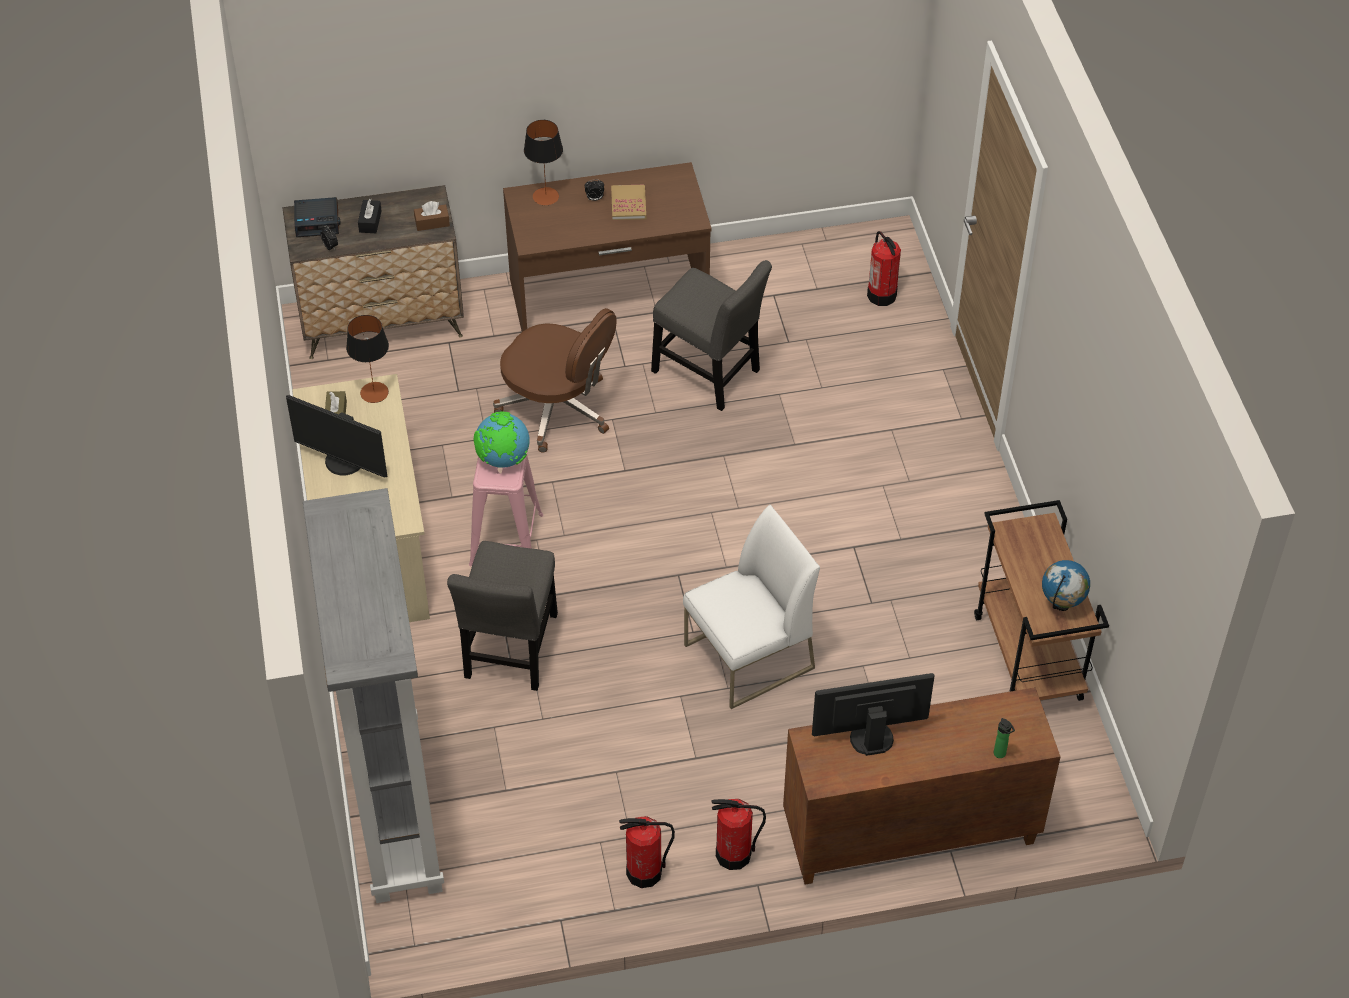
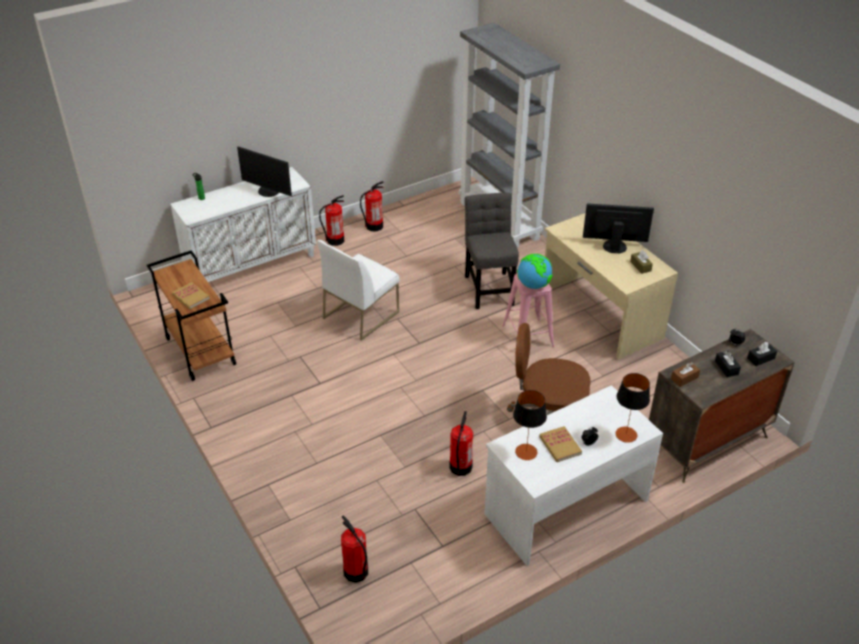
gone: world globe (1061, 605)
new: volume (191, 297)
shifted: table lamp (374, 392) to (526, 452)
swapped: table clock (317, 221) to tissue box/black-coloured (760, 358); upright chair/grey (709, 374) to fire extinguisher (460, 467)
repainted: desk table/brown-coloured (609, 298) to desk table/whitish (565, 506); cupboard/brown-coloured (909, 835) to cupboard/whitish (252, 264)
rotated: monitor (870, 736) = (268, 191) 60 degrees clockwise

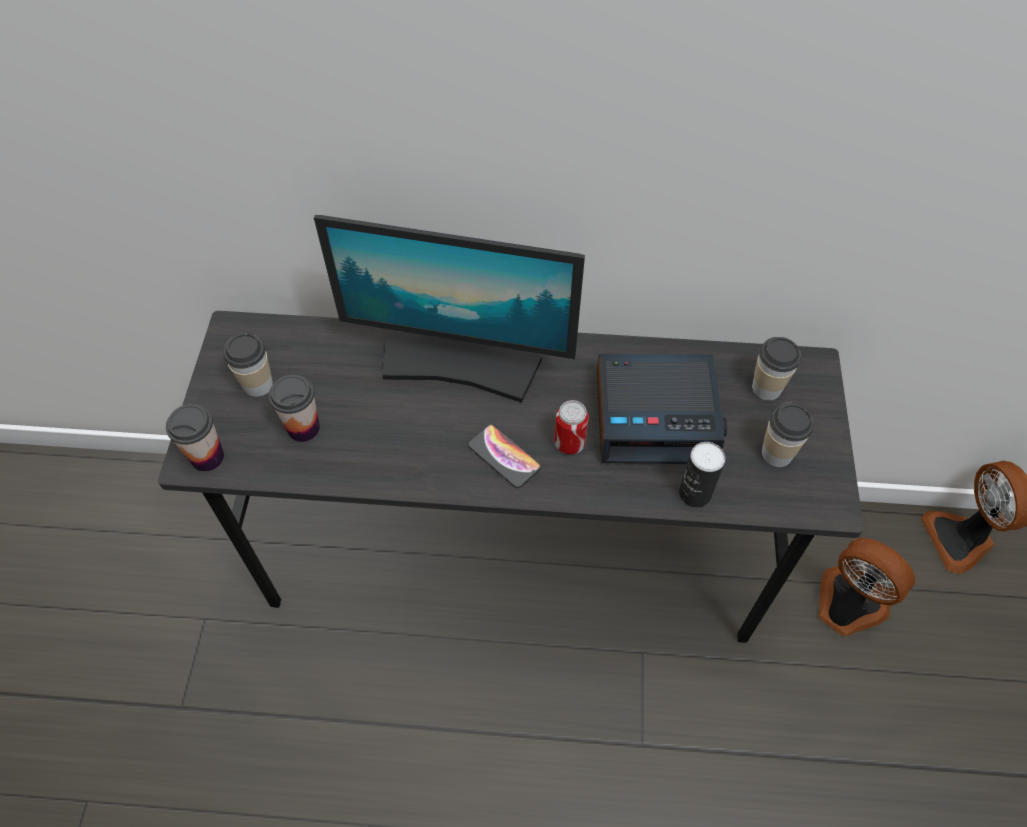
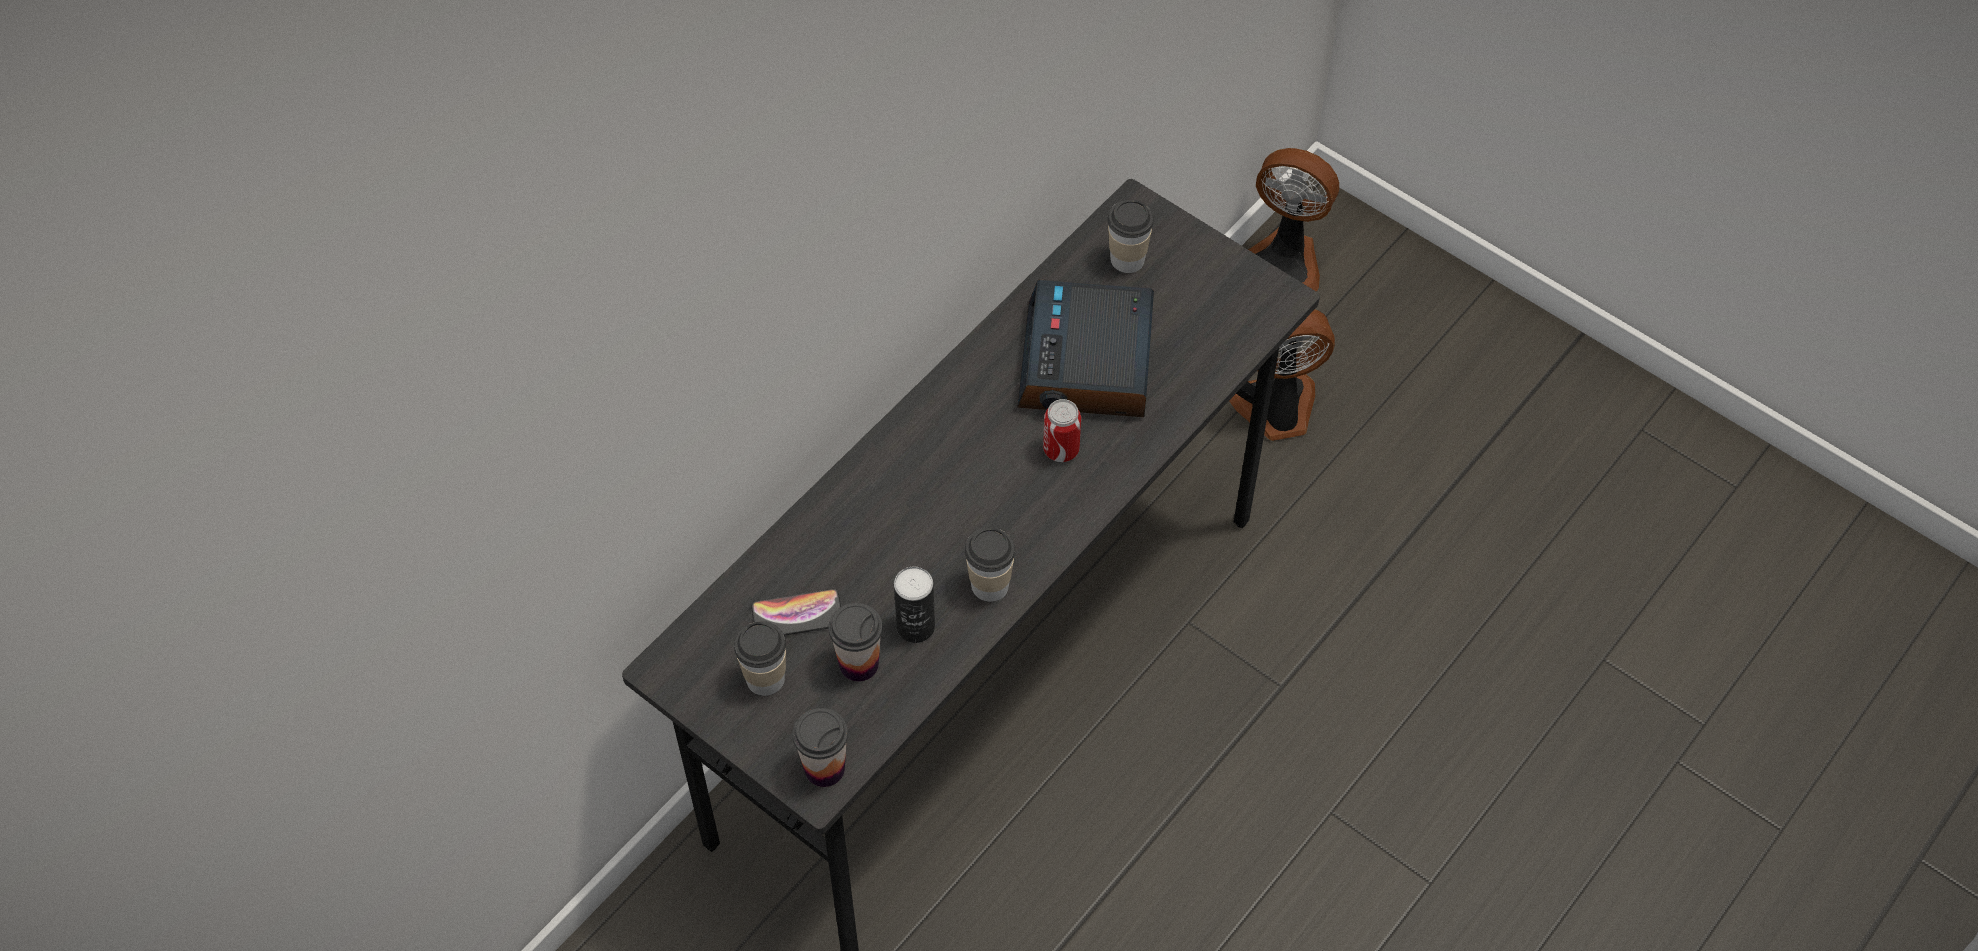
gone: monitor (460, 362)
shifted: small cup (777, 453) to (989, 585); phone (504, 456) to (797, 615); sealed can (695, 493) to (915, 627)
rotated: table clock (656, 416) = (1088, 363) 150 degrees clockwise

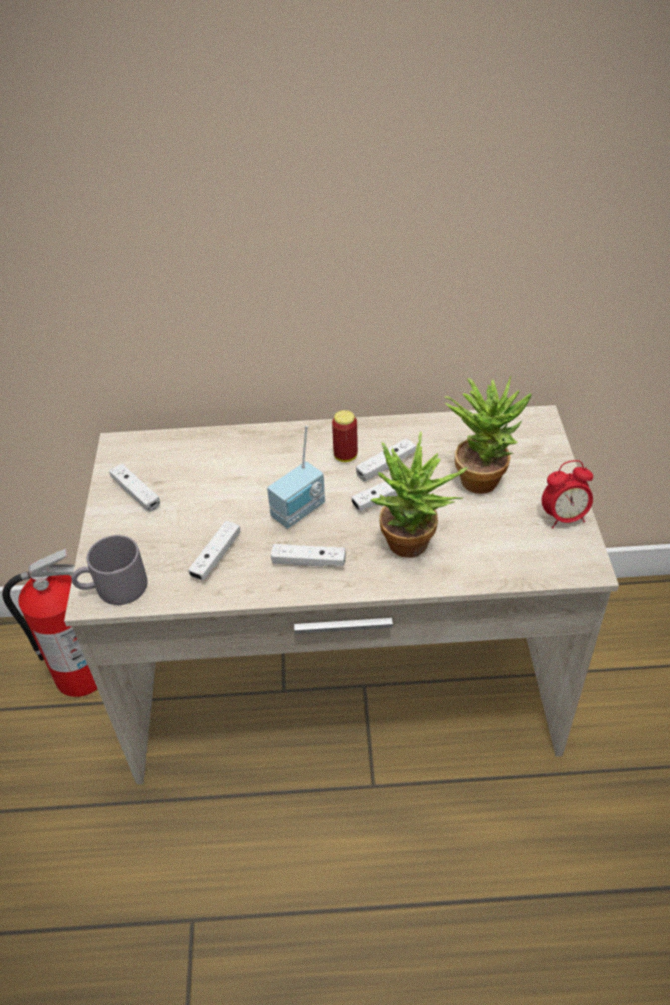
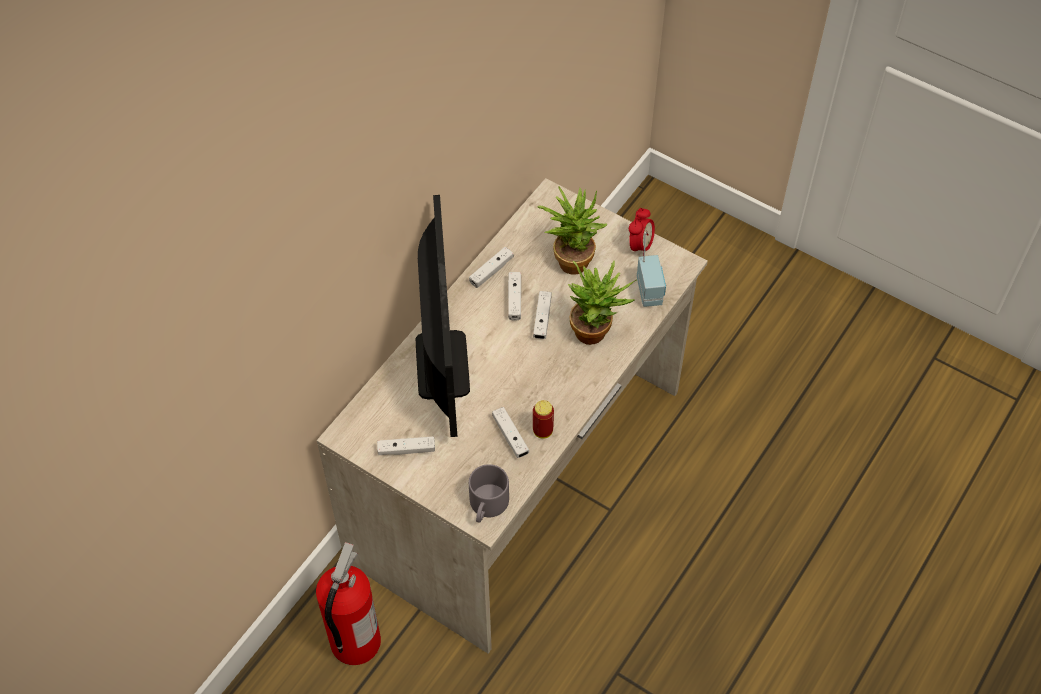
new: monitor (442, 364)
shifted: sealed can (345, 456) to (542, 431); radio (300, 512) to (650, 291); joypad/whitish (308, 562) to (491, 271)

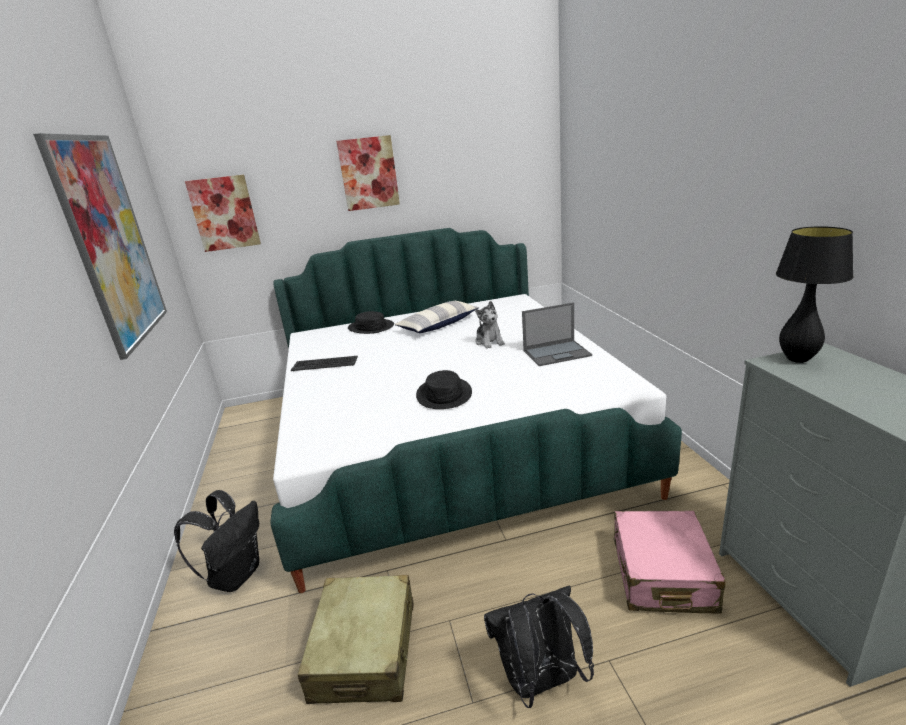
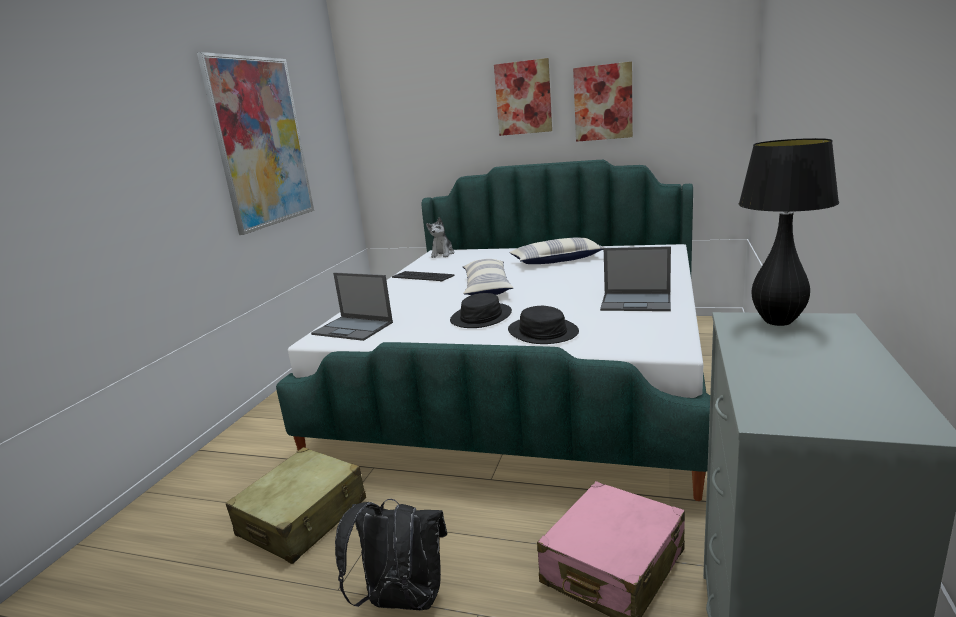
gone: backpack/black-coloured (236, 575)
new: pillow (486, 287); laptop (353, 328)
shifted: wall picture (224, 213) to (603, 102); cuddly toy (489, 342) to (442, 254); hat/black-coloured (371, 327) to (542, 332)

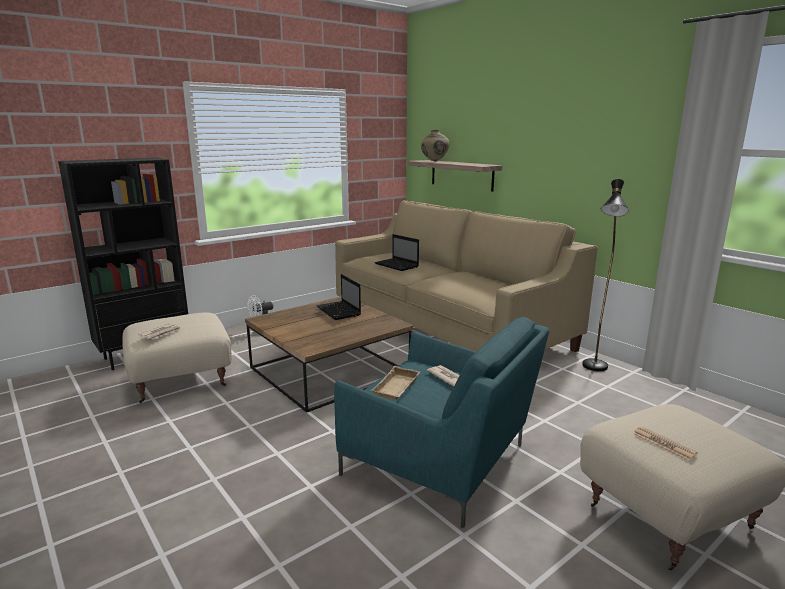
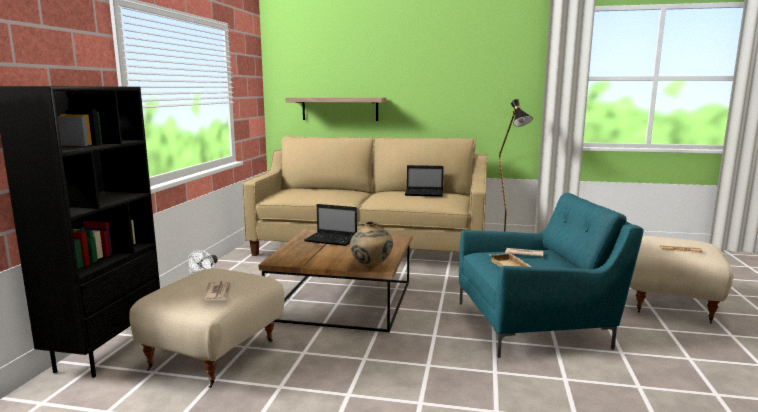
shifted: vase/beige (434, 161) to (371, 267); laptop (397, 265) to (425, 194)

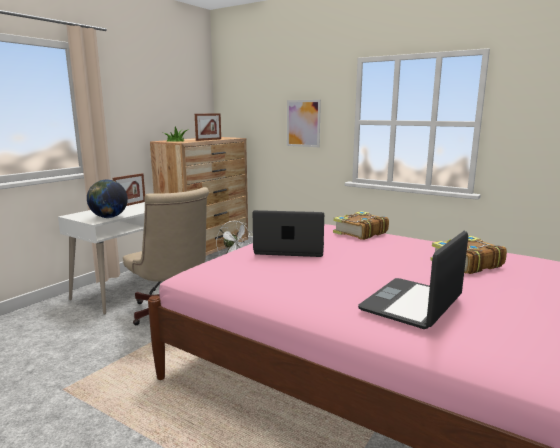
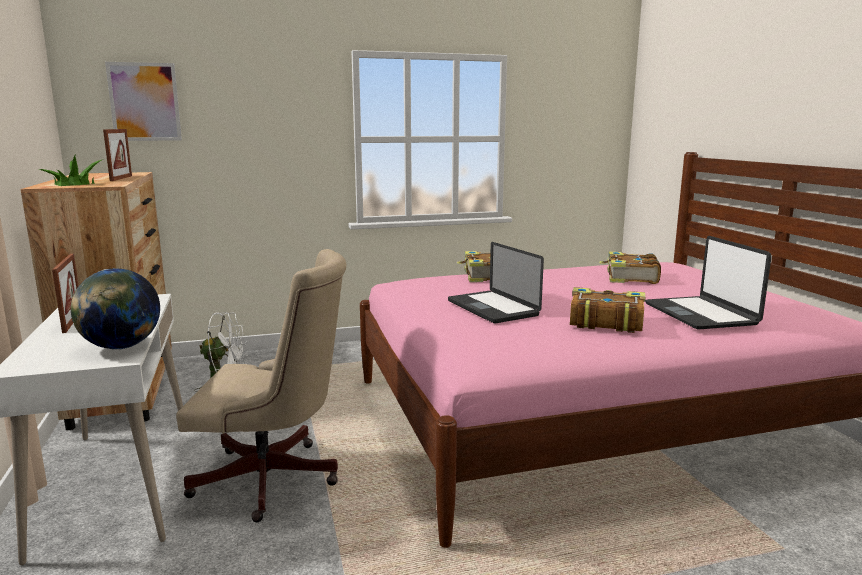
new: volume (605, 321)
shifted: wall picture (303, 123) to (144, 102)
rotated: laptop (289, 250) = (492, 308) 75 degrees counterclockwise

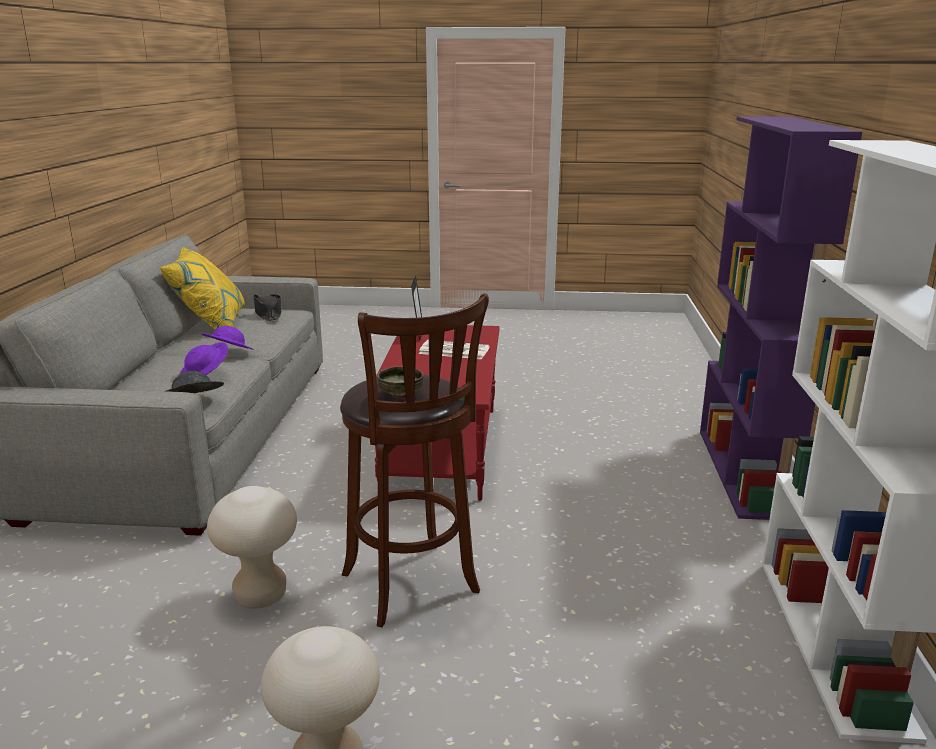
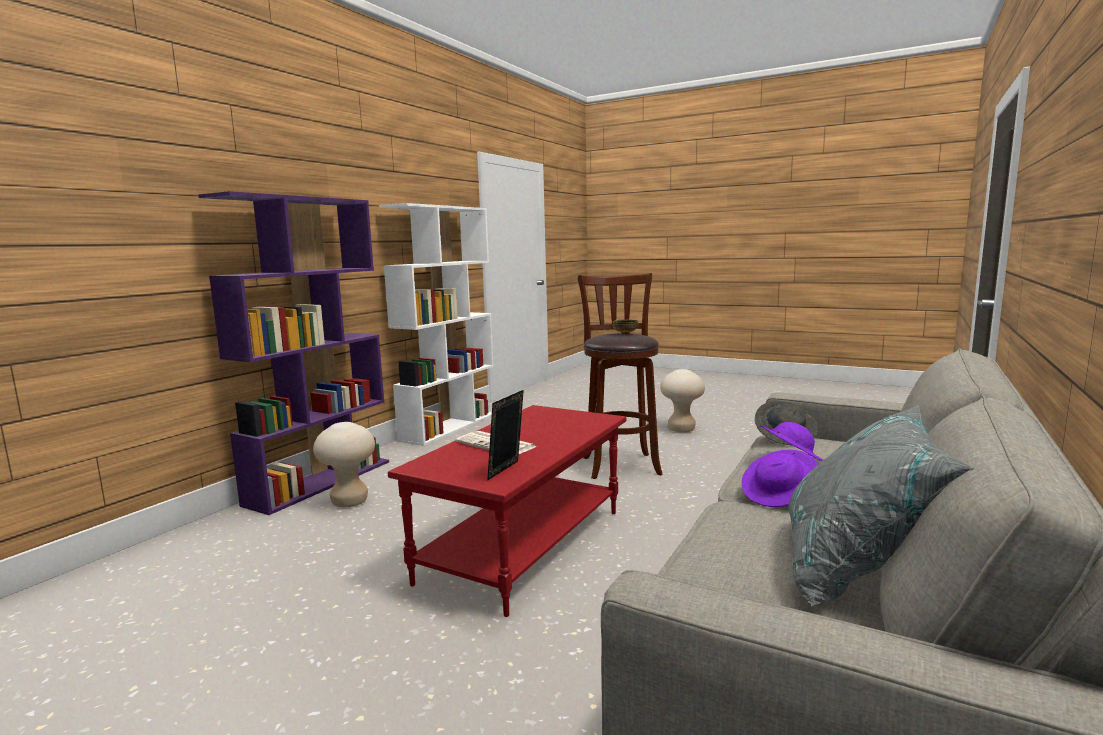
gone: hat/black-coloured (268, 314)
shifted: stool/beige (260, 596) to (349, 502)
repainted: pillow/yellowish (210, 323) to pillow/grey (856, 568)

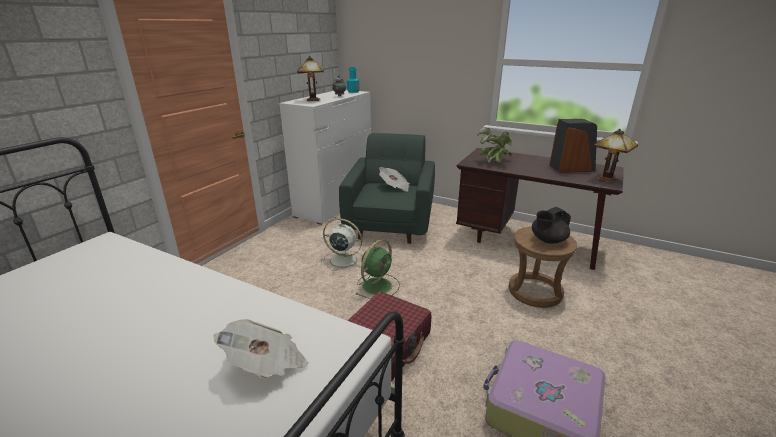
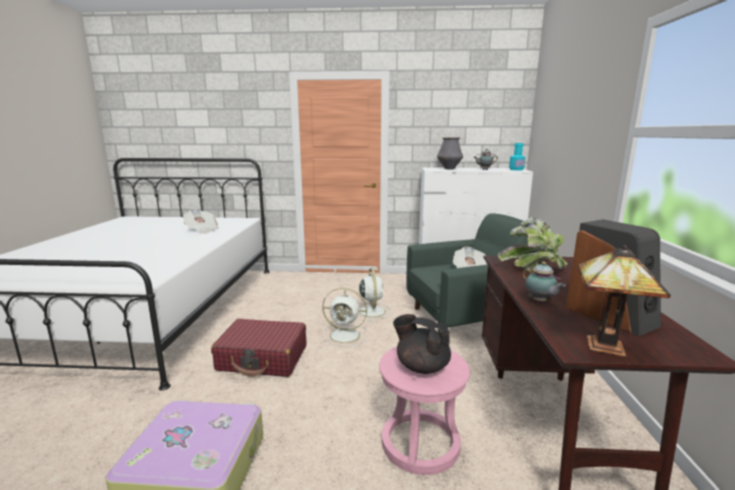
new: pot for tea (540, 302)
shifted: daily paper (266, 364) to (202, 230)
swapped: table lamp (313, 100) to vase (449, 169)
repainted: stool/brown-coloured (534, 291) to stool/pink (420, 443); fan/green (378, 285) to fan/whitish (346, 335)

